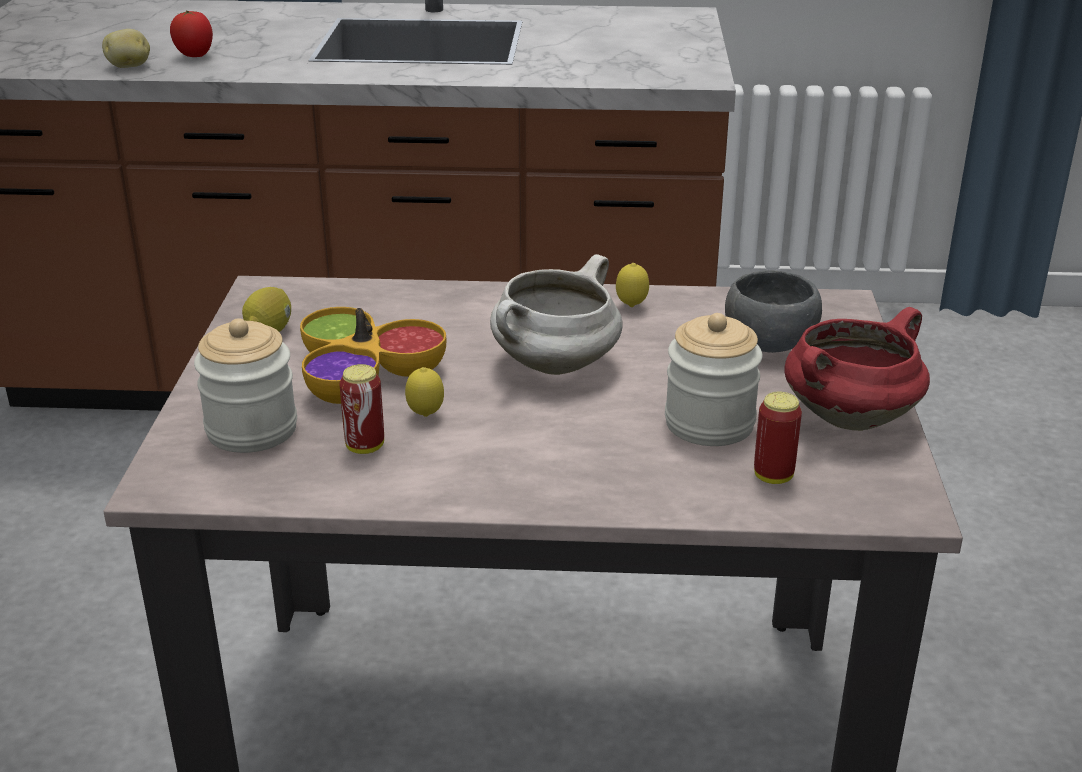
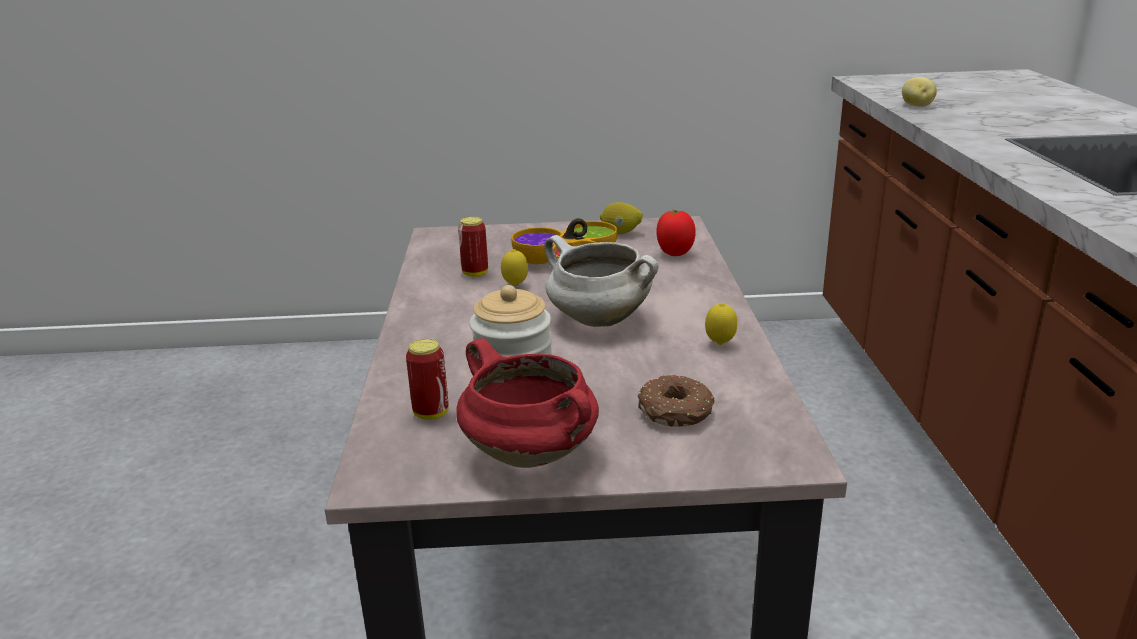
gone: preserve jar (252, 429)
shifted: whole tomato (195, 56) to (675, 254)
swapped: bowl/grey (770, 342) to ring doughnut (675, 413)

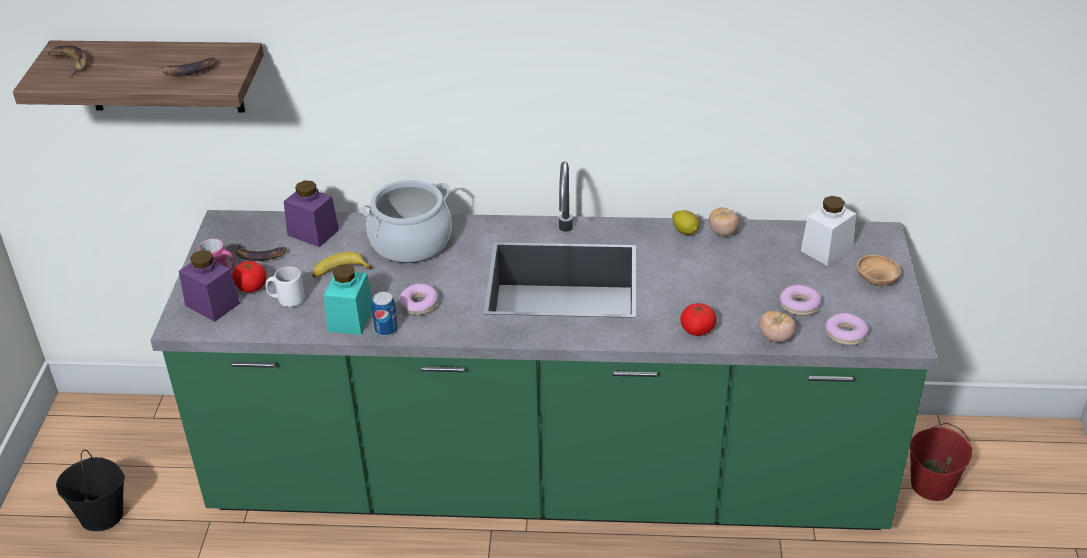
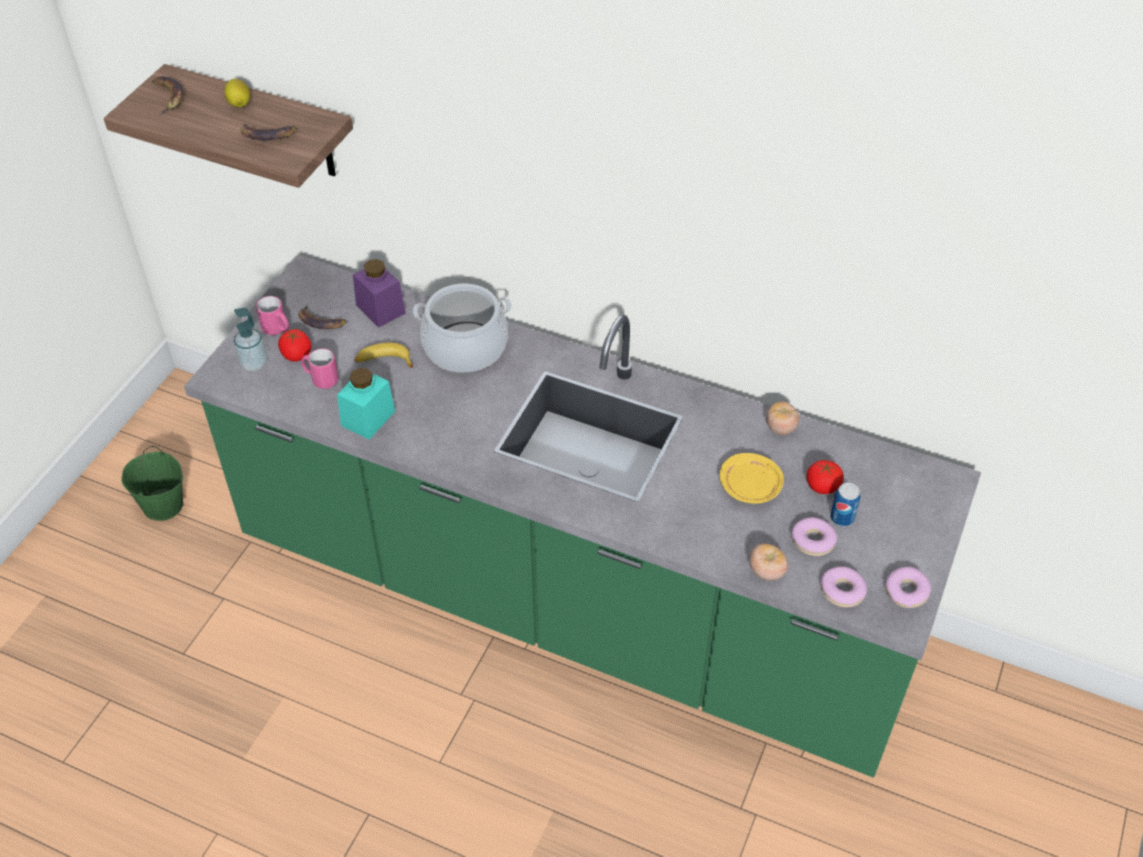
gone: preserve jar/whitish (826, 249); bowl/brown-coloured (876, 279); water bucket/red (931, 484)
new: plate/yellowish (750, 486)
shifted: lemon (685, 231) to (239, 103); ring doughnut (419, 304) to (906, 592); sealed can (386, 329) to (842, 518); whole tomato (697, 330) to (822, 486)
swapped: preserve jar/purple-coloured (212, 304) to liquid soap bottle (254, 363)
repainted: coffee mug/whitish (286, 300) to coffee mug/pink (321, 379); water bucket/black-coloured (102, 515) to water bucket/green (164, 505)

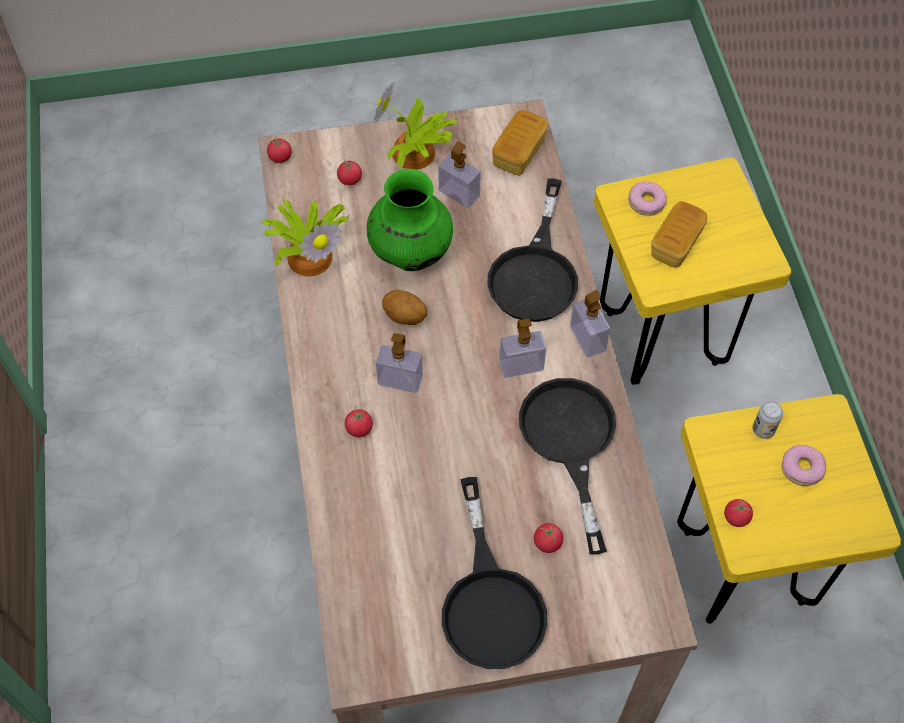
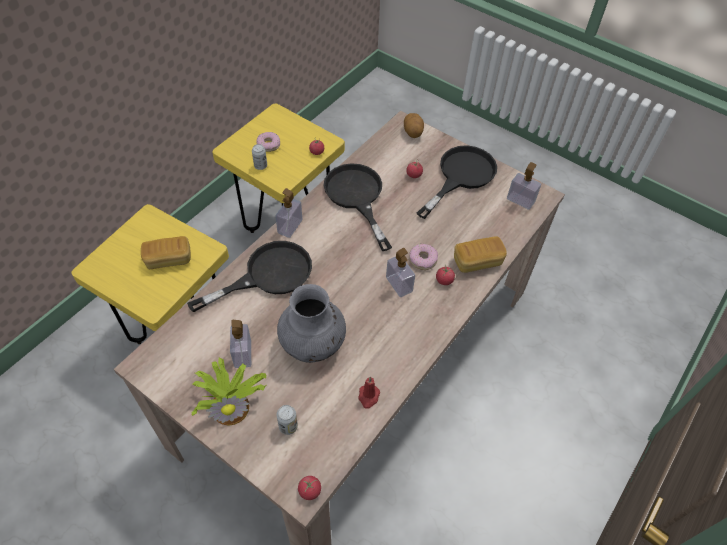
shifted: baked bread (519, 153) to (477, 261); ring doughnut (646, 202) to (423, 259); whole potato (404, 317) to (413, 133); liquid soap bottle (521, 365) to (520, 200)
swapped: whole tomato (350, 179) to sealed can (288, 426); potted plant (310, 255) to wax light/red (368, 396)
repainted: vase/green (410, 252) to vase/grey (313, 345)
rotated: frying pan/black-coloured (570, 442) = (357, 197) 120 degrees clockwise

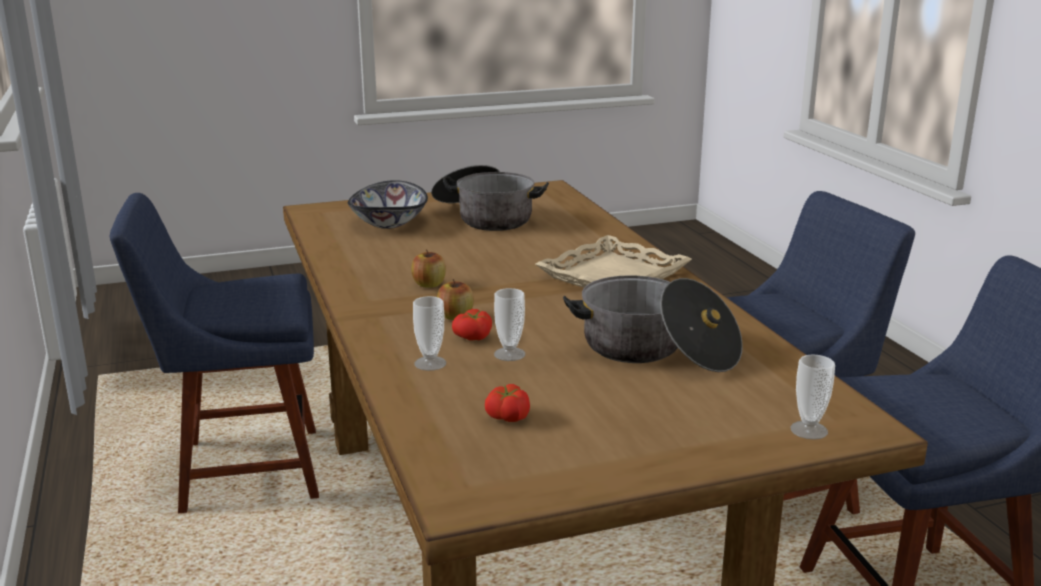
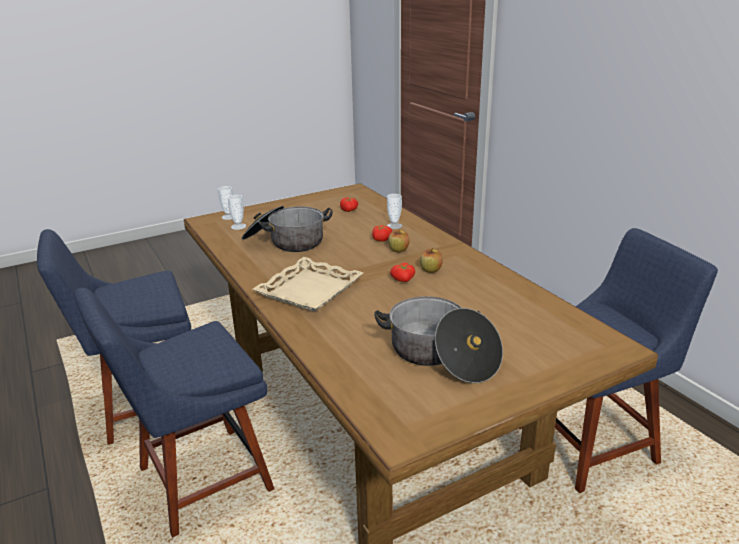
gone: bowl (388, 223)
new: whole tomato (403, 280)
shifted: small cup (509, 354) to (238, 226)

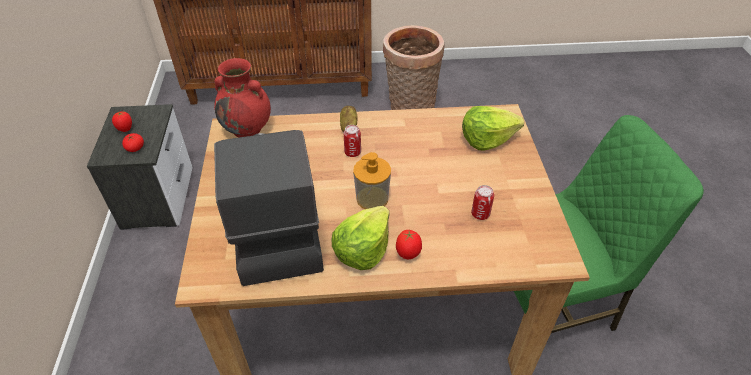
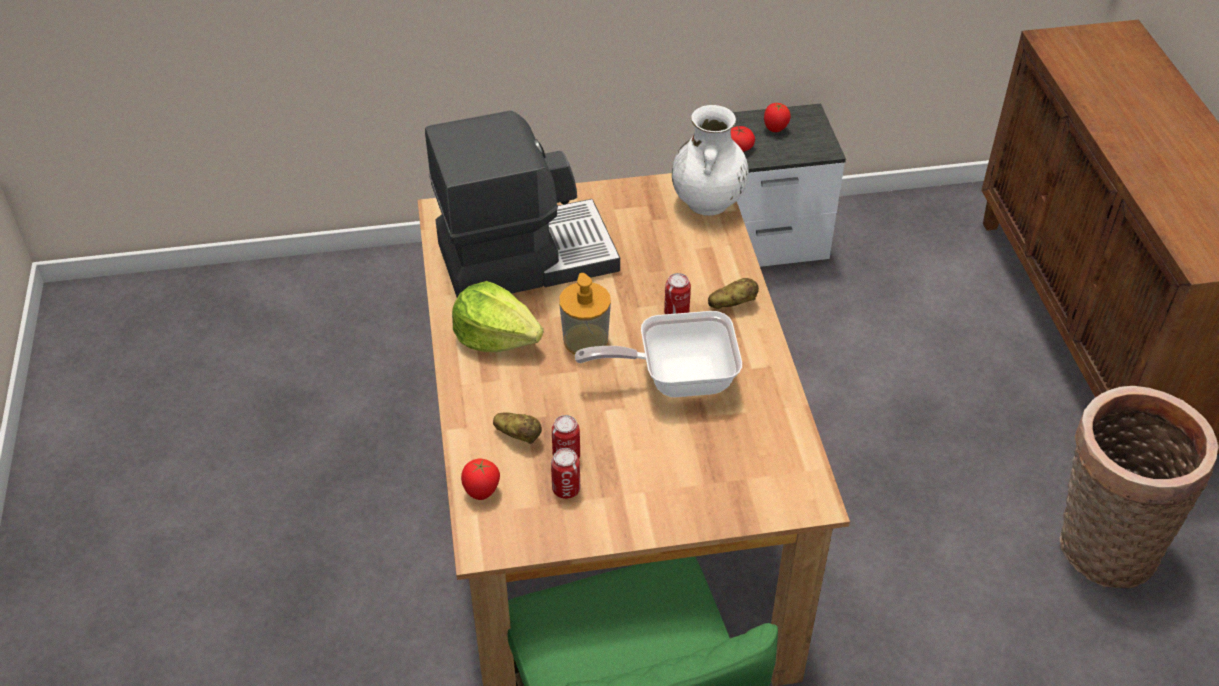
gone: lettuce head (487, 139)
new: frying pan (676, 378); whole potato (518, 435); sealed can (566, 489)
shifted: whole tomato (408, 254) to (481, 492)
repainted: vase/red (248, 129) to vase/whitish (708, 203)

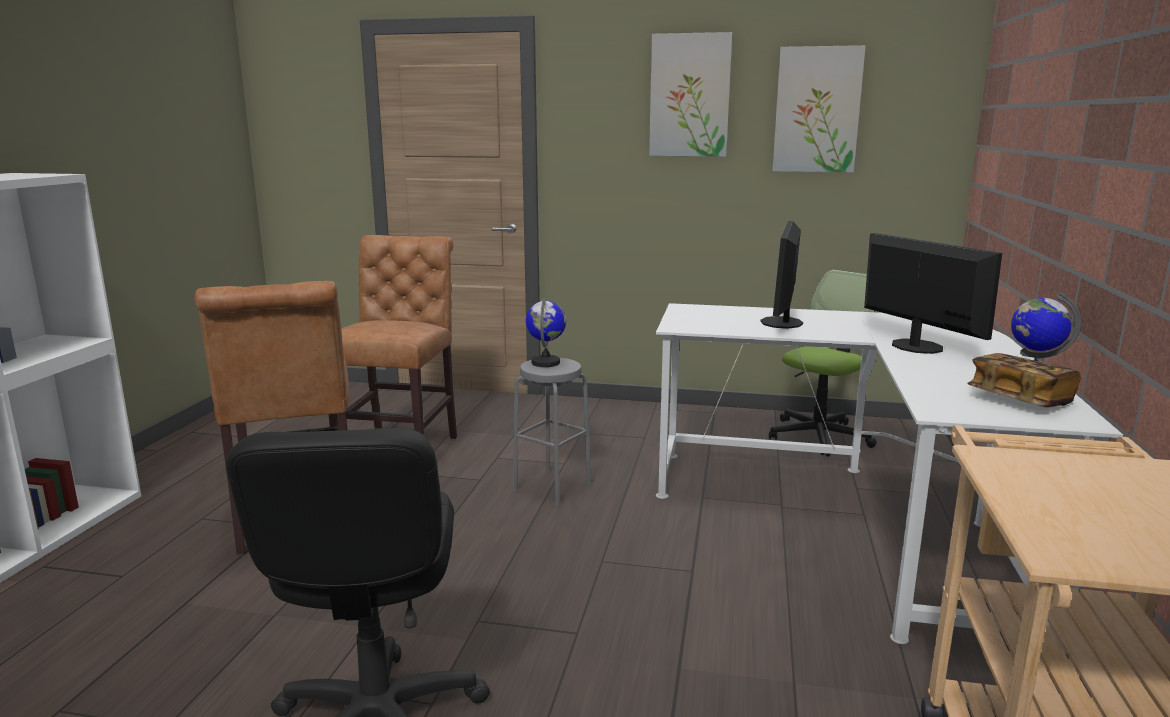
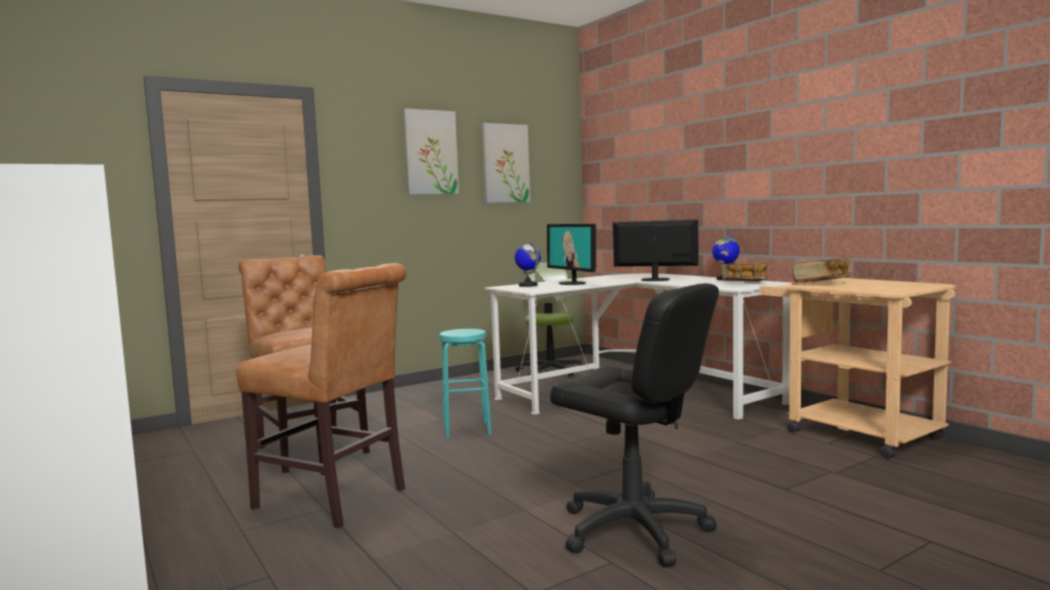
new: volume (822, 282)
shifted: world globe (546, 363) to (528, 285)
repainted: stool/grey (552, 487) to stool/turquoise-coloured (466, 429)

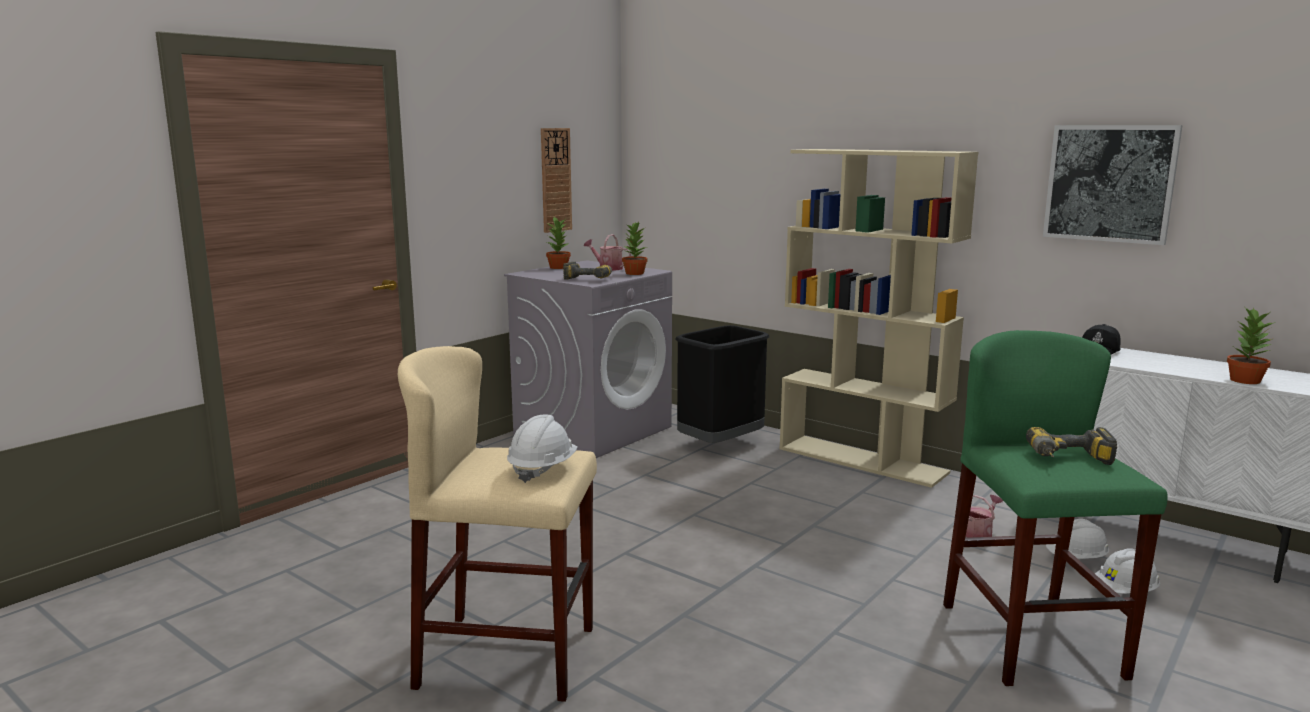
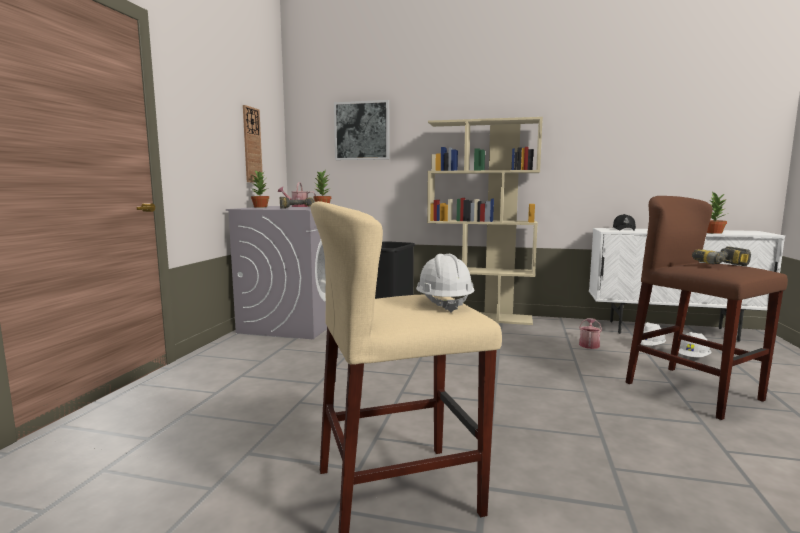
shifted: wall picture (1110, 183) to (362, 131)
repainted: stool/green (1031, 640) to stool/brown-coloured (693, 391)

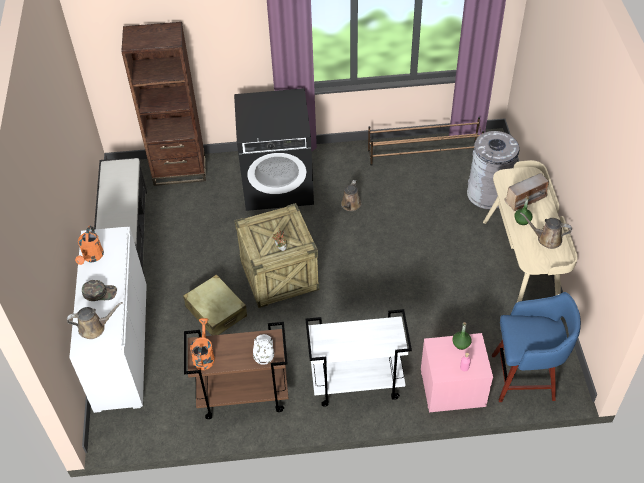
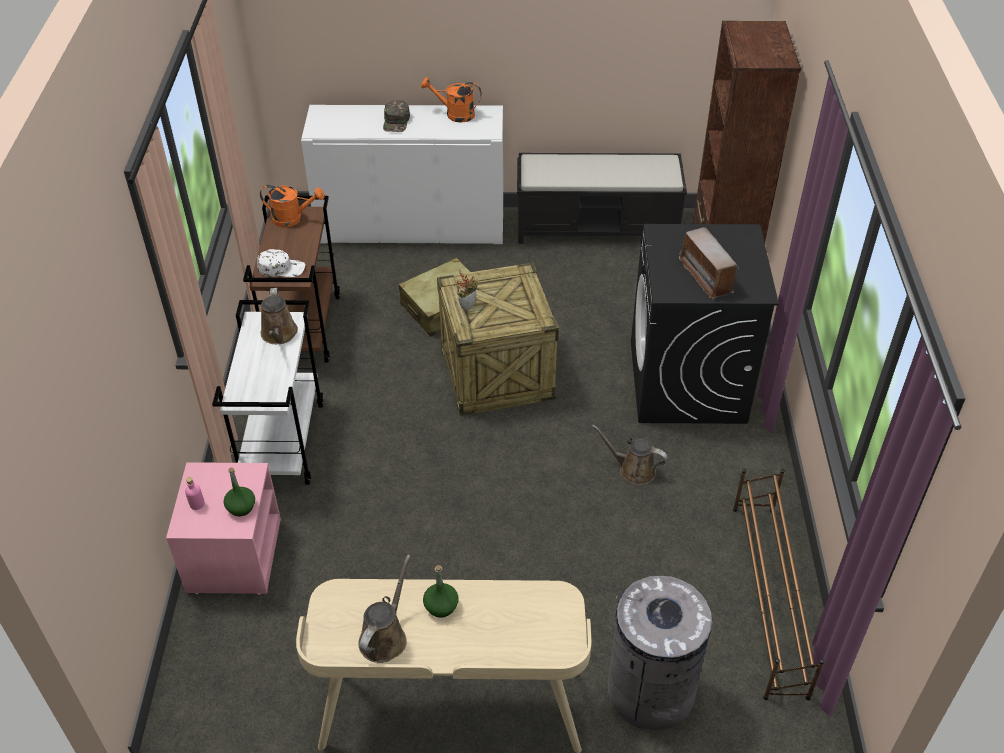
gone: stool/blue-coloured (525, 377)
shifted: radio (525, 199) to (706, 276); watering pot/brown-coloured (94, 328) to (279, 335)

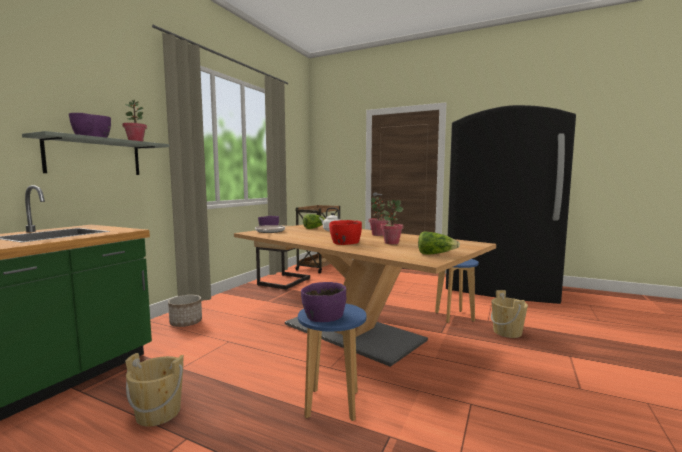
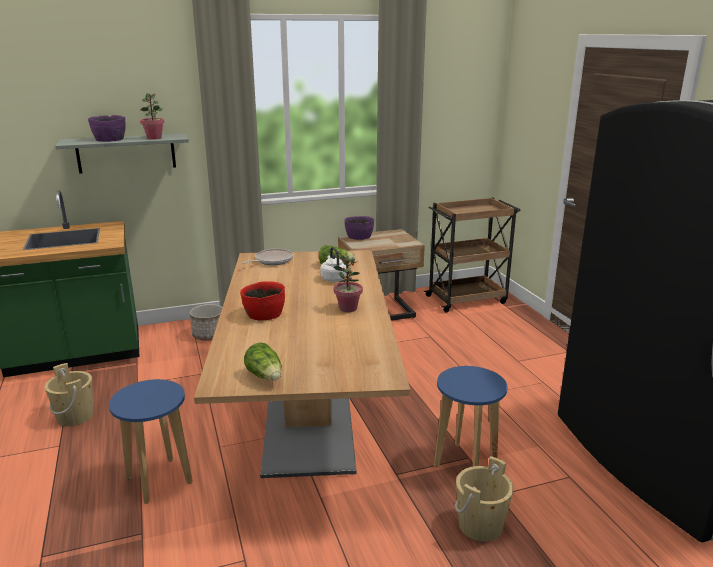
gone: potted plant (391, 243); bowl/purple-coloured (323, 316)

